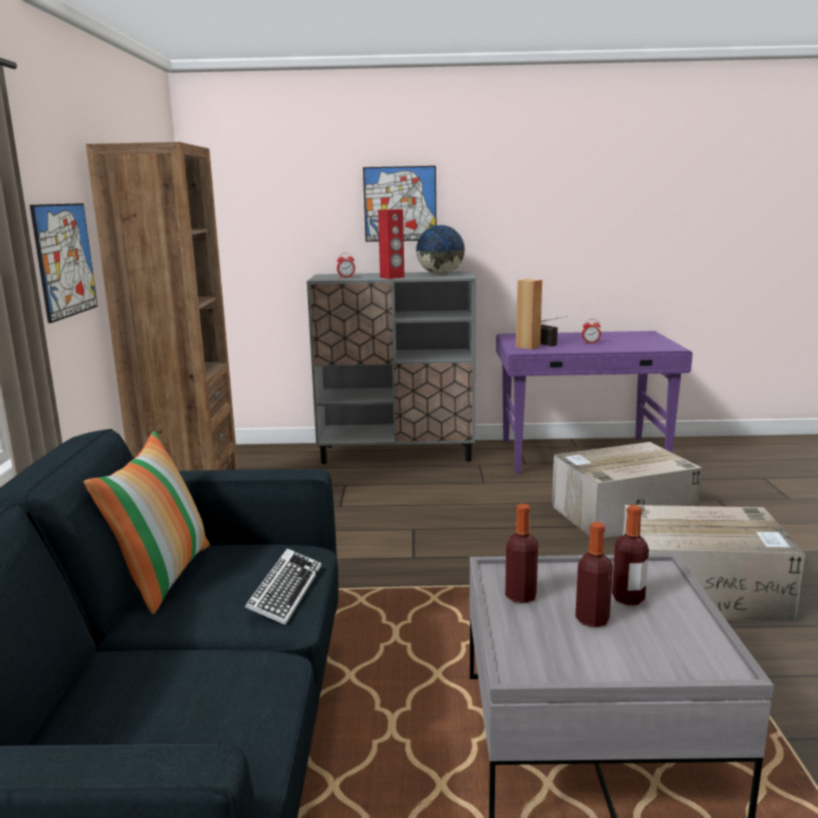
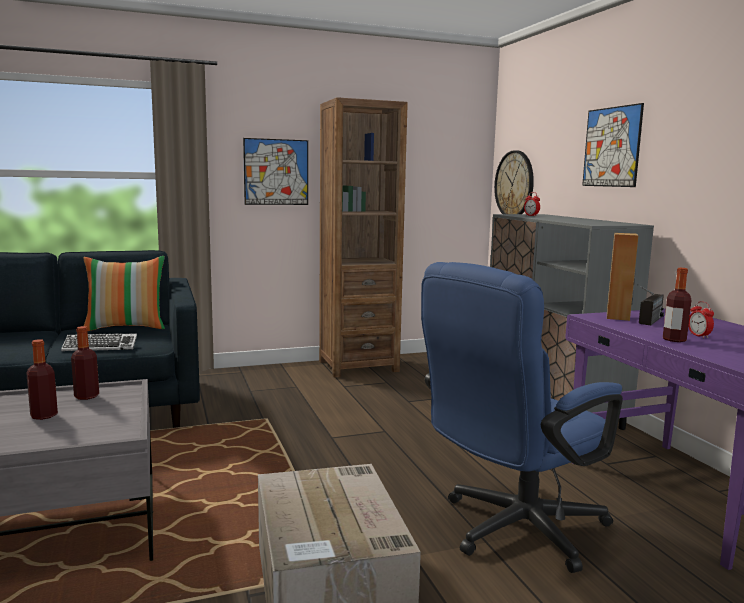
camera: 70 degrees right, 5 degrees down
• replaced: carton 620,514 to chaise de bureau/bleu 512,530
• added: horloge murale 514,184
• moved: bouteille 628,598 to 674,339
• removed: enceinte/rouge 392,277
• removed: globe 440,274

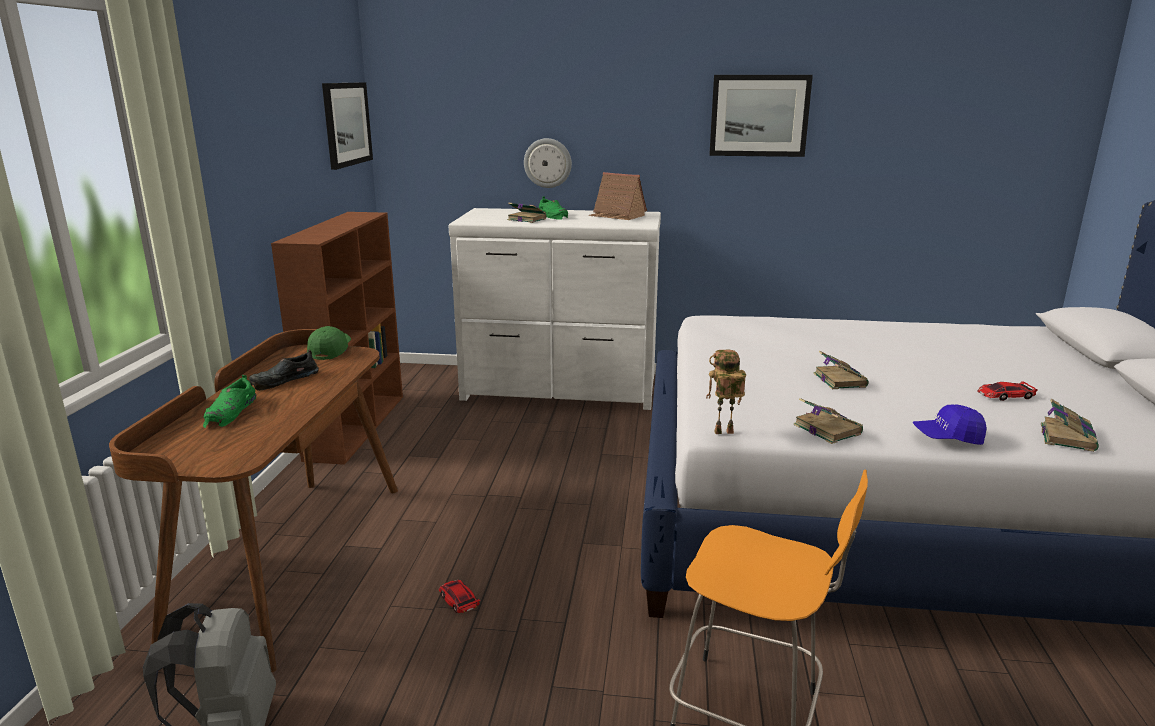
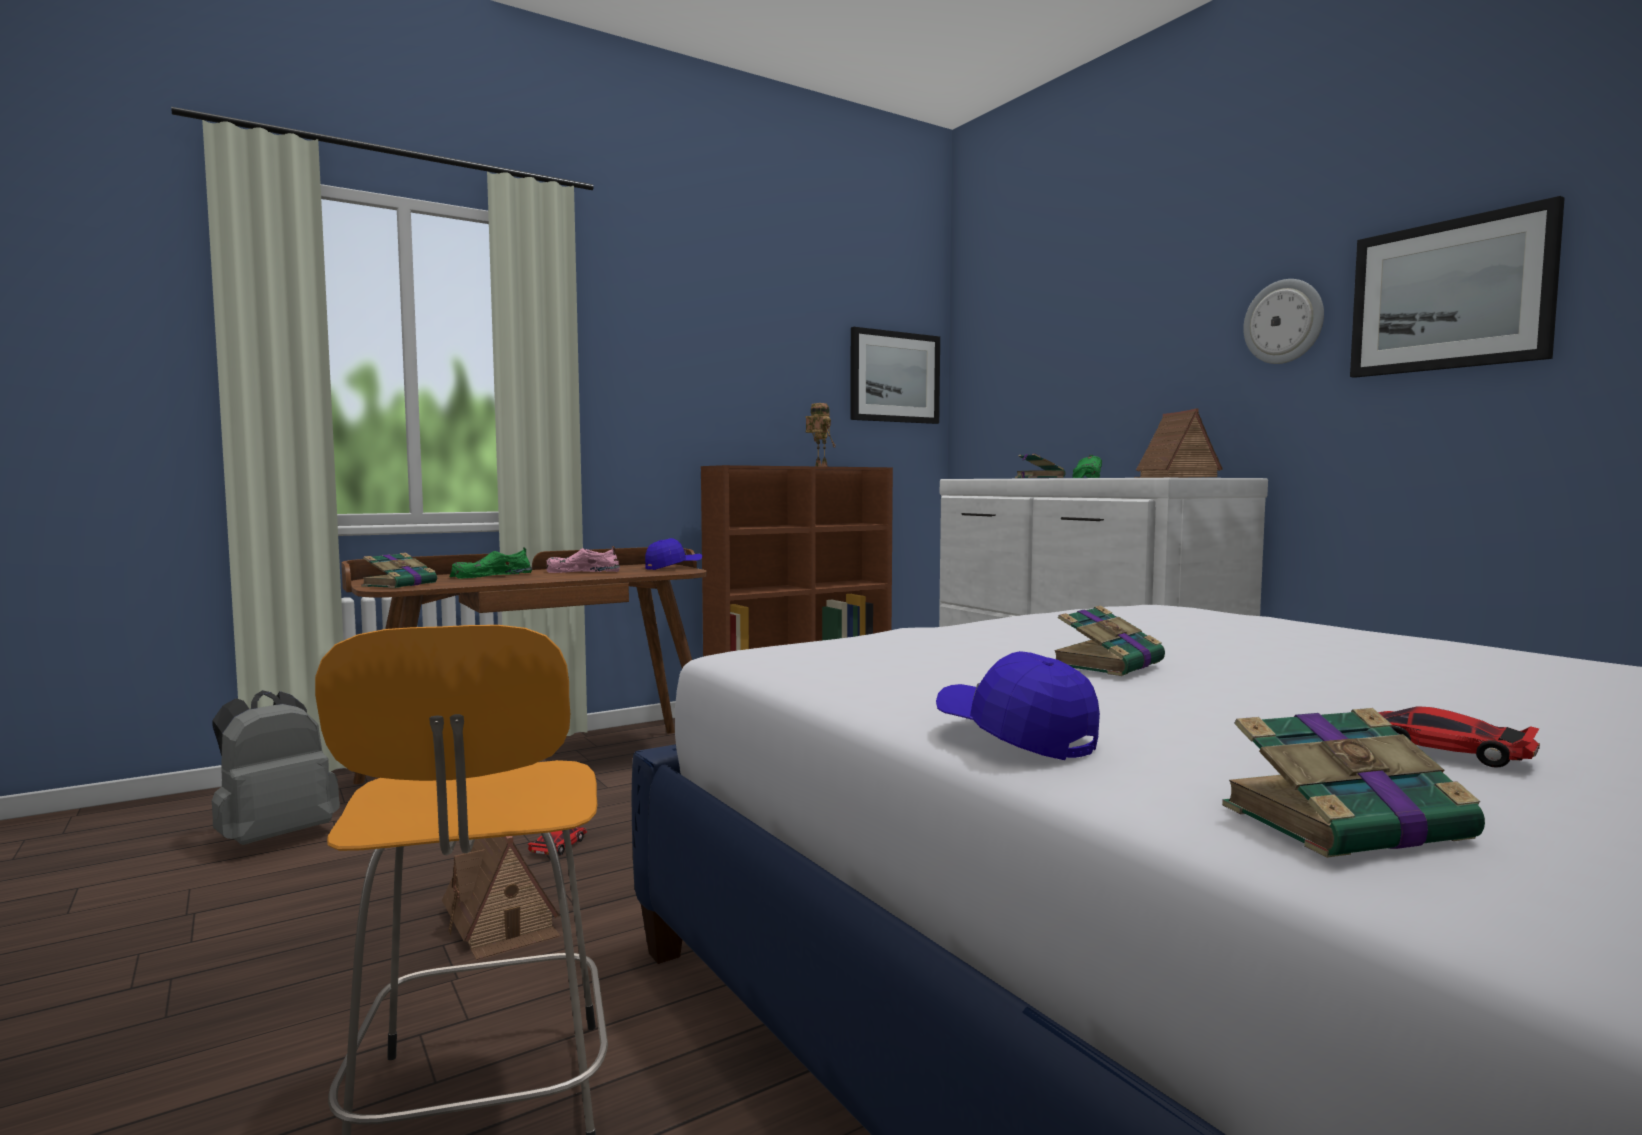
camera: 50 degrees right, 15 degrees down
• moved: livre 826,429 to 401,584
• added: maison miniature 502,922
• recoloured: chaussure/noir 283,380 to chaussure/rose 581,572
• recoloured: casquette/vert 331,351 to casquette/bleu 673,568
• moved: robot jouet 723,433 to 819,466
• moved: horloge murale 547,163 to 1284,322

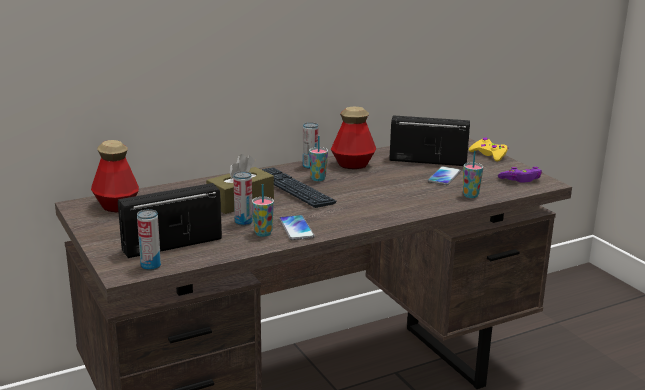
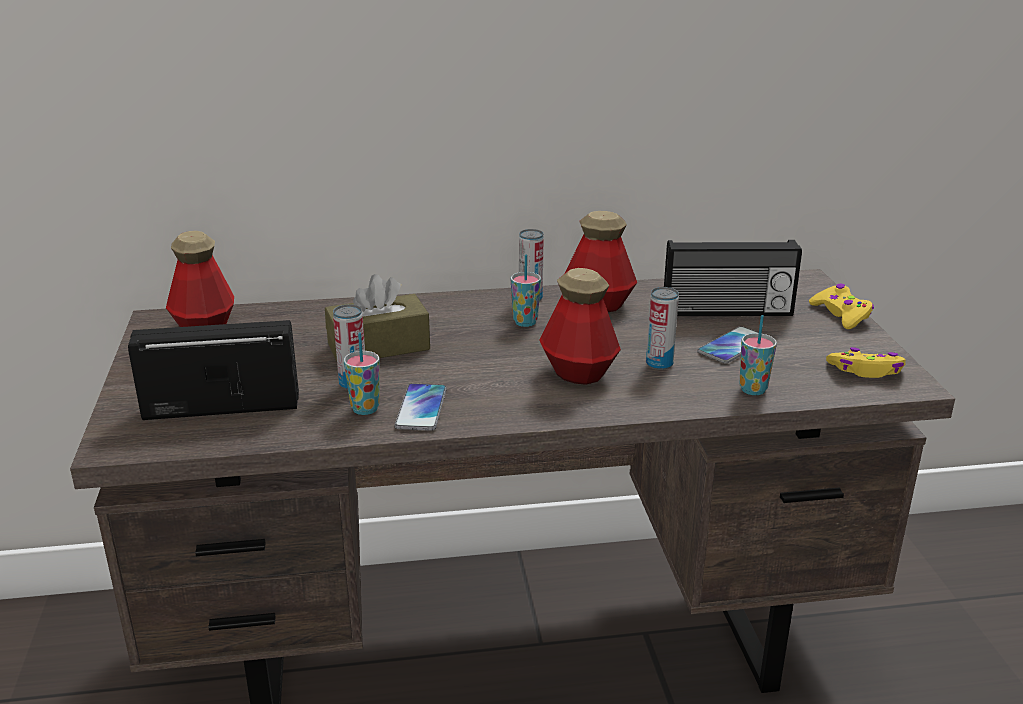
camera: 20 degrees right, 5 degrees up
• added: bouteille 578,372
• moved: boîte métallique 151,266 to 659,364
• turned: radio 428,160 = 727,312 150 degrees clockwise
• recoloured: manette/violet 521,180 to manette/jaune 866,371
• removed: clavier 291,188

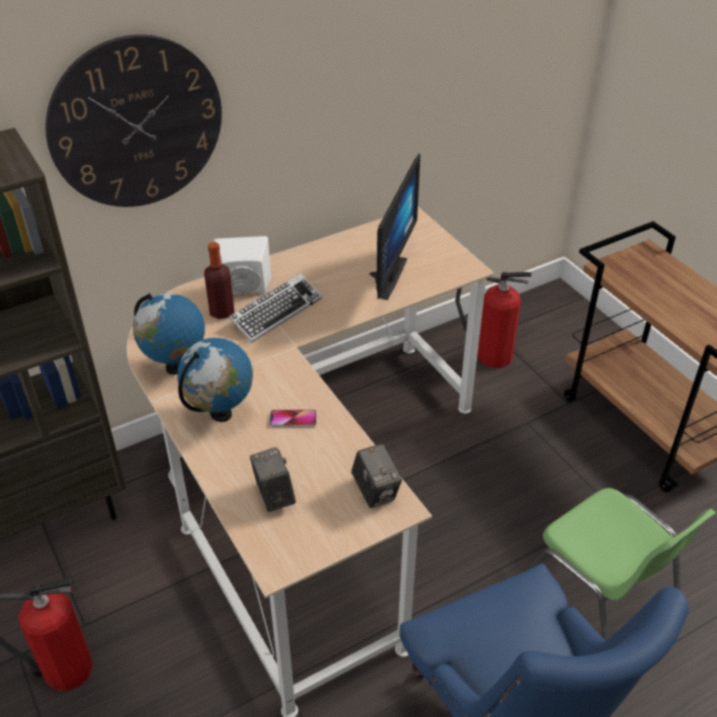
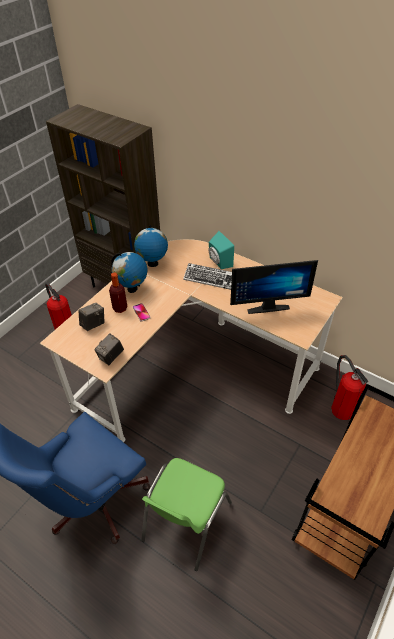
camera: 65 degrees right, 5 degrees up
• moved: bouteille 221,312 to 120,308
• recoloured: enceinte/blanc 245,289 to enceinte/turquoise 218,262
• removed: horloge murale 136,123

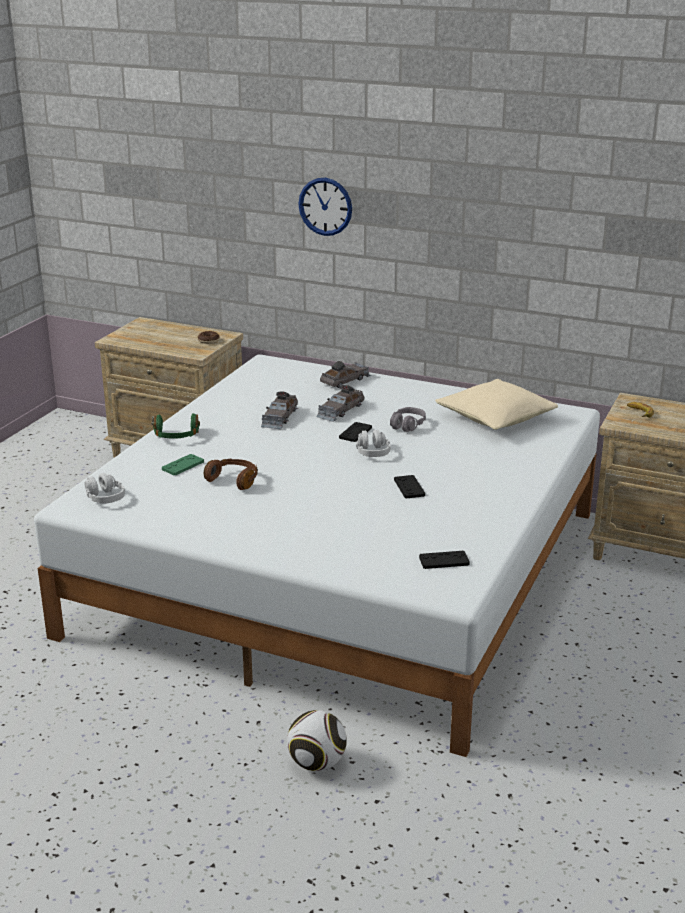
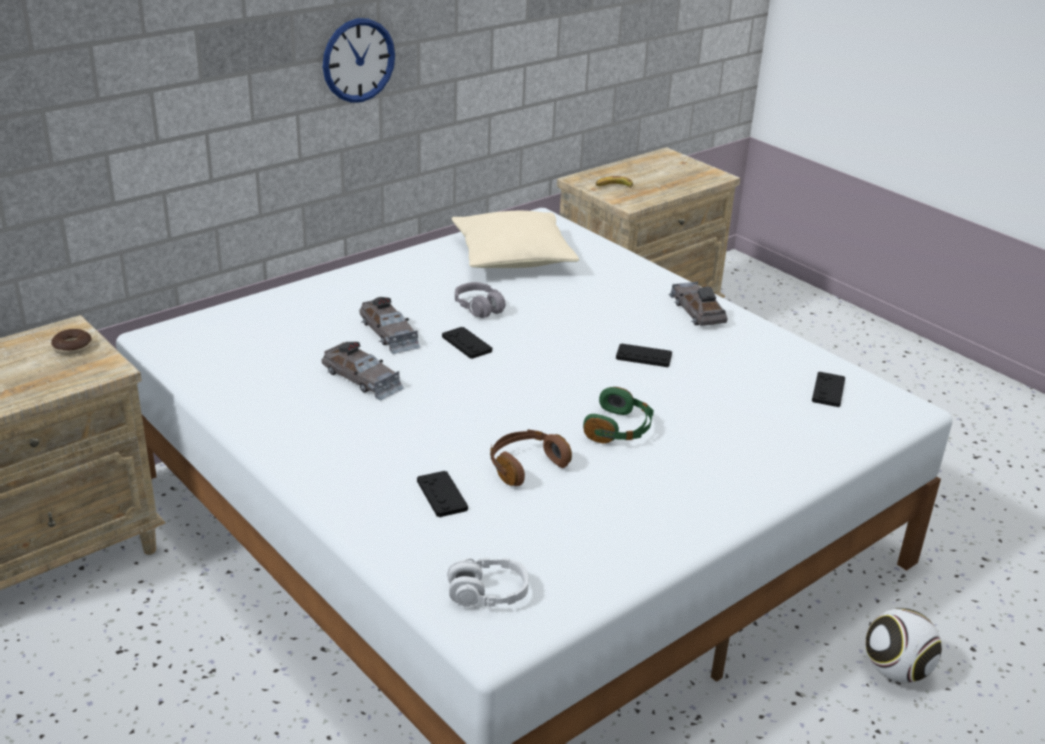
camera: 65 degrees left, 5 degrees up
• moved: horloge murale 325,206 to 358,60
• recoloured: manette/vert 183,465 to manette/noir 442,495
• moved: casque audio/vert 176,436 to 619,429
• moved: petite voiture/gris 346,380 to 696,311
• removed: casque audio/gris 372,452

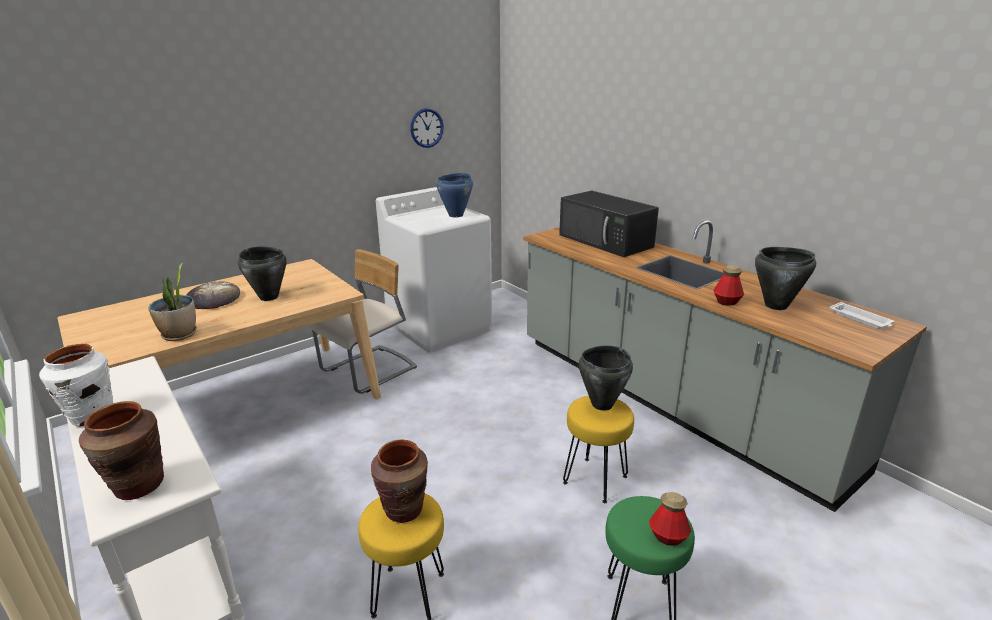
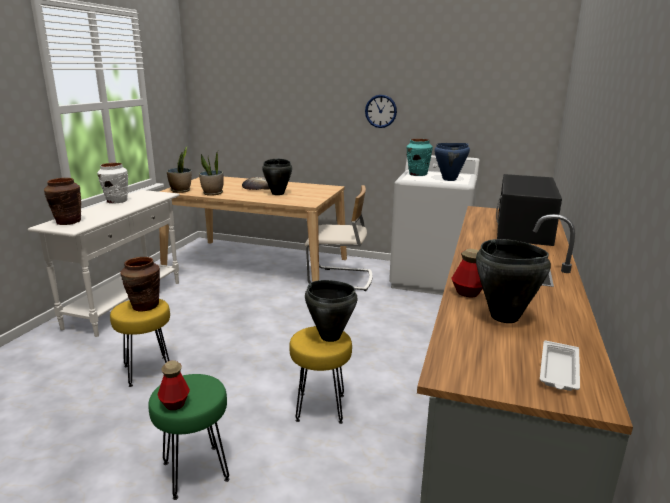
camera: 55 degrees right, 5 degrees down
• added: plante en pot 181,191
• moved: horloge murale 426,128 to 381,111
• added: vase/turquoise 417,174

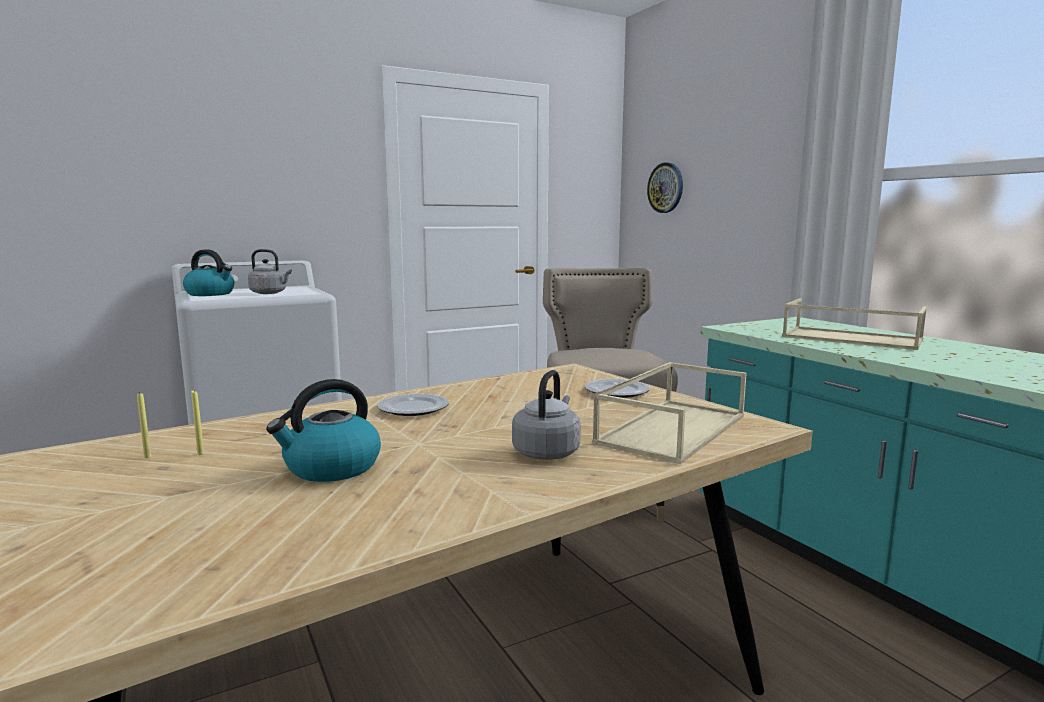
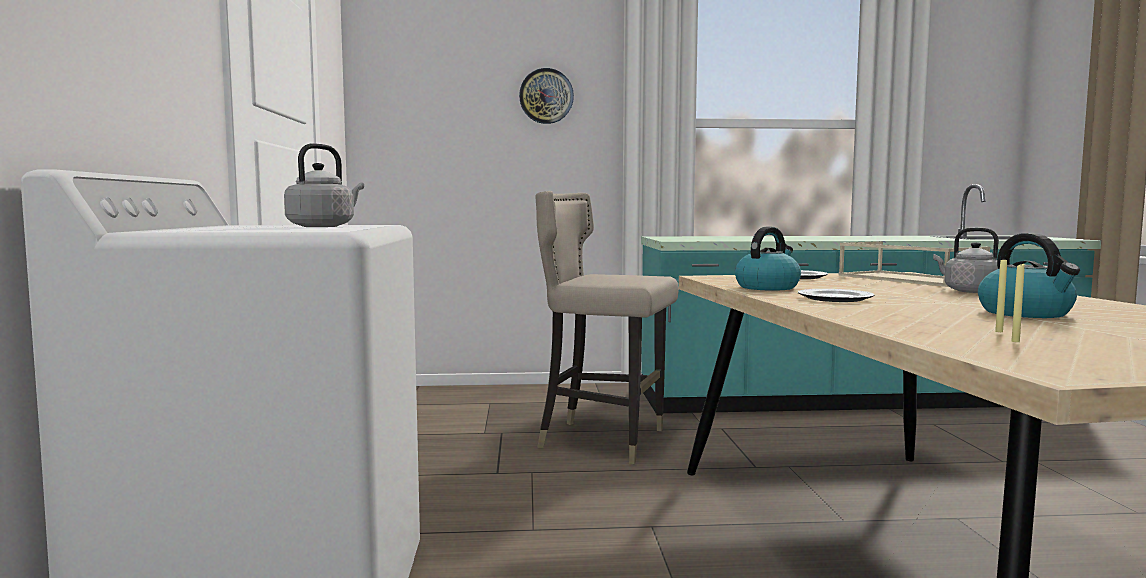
camera: 65 degrees left, 5 degrees down
• moved: horloge murale 666,188 to 546,96
• moved: bouilloire 211,294 to 767,287
• removed: plateau/beige 849,338

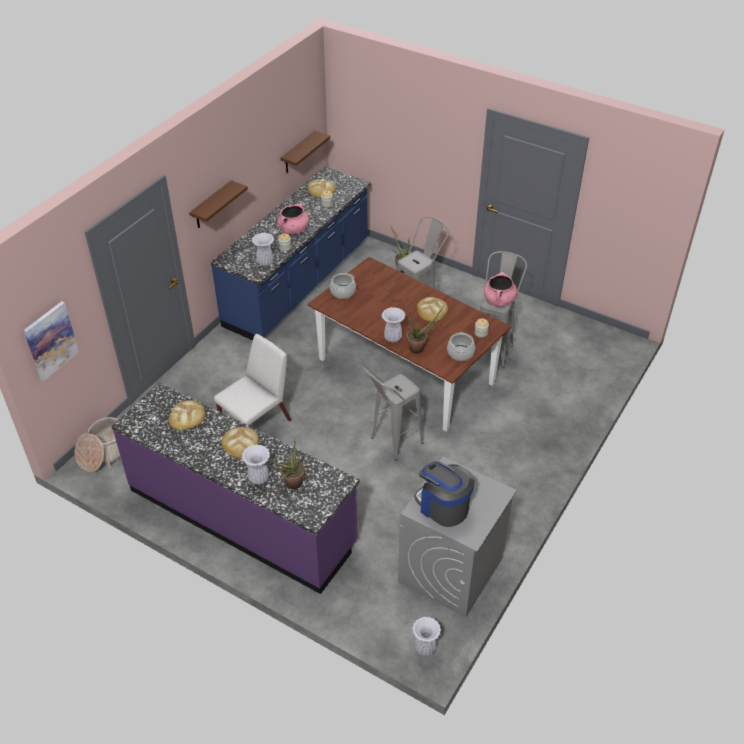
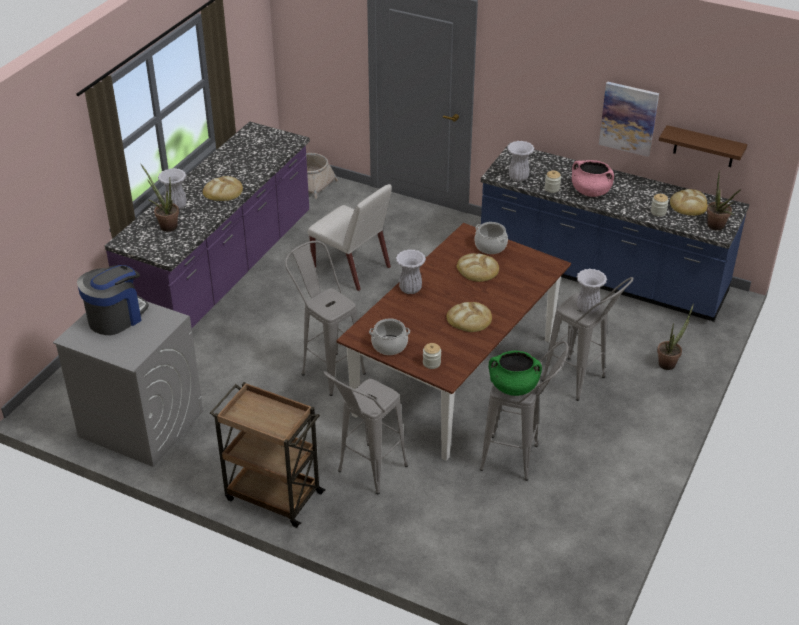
camera: 85 degrees right, 5 degrees down
• added: chariot/marron 272,495
• added: tabouret/gris 366,475
• moved: pain 187,417 to 477,270
• recoloured: marmite/rose 499,301 to marmite/vert 513,387
• moved: vase/blanc 425,648 to 587,309
• moved: tableau 51,340 to 628,118
• moved: plante en pot 419,348 to 717,228
• removed: étagère/marron 211,206

